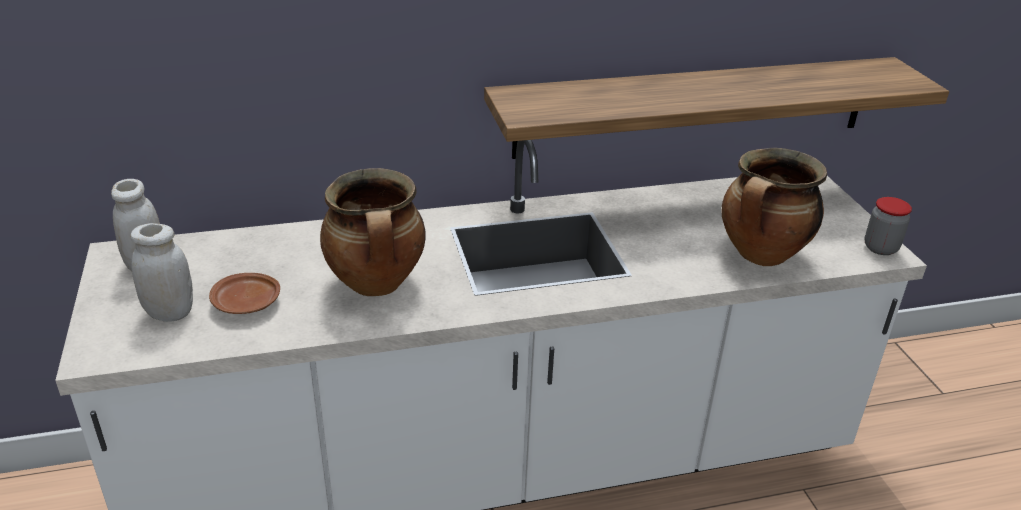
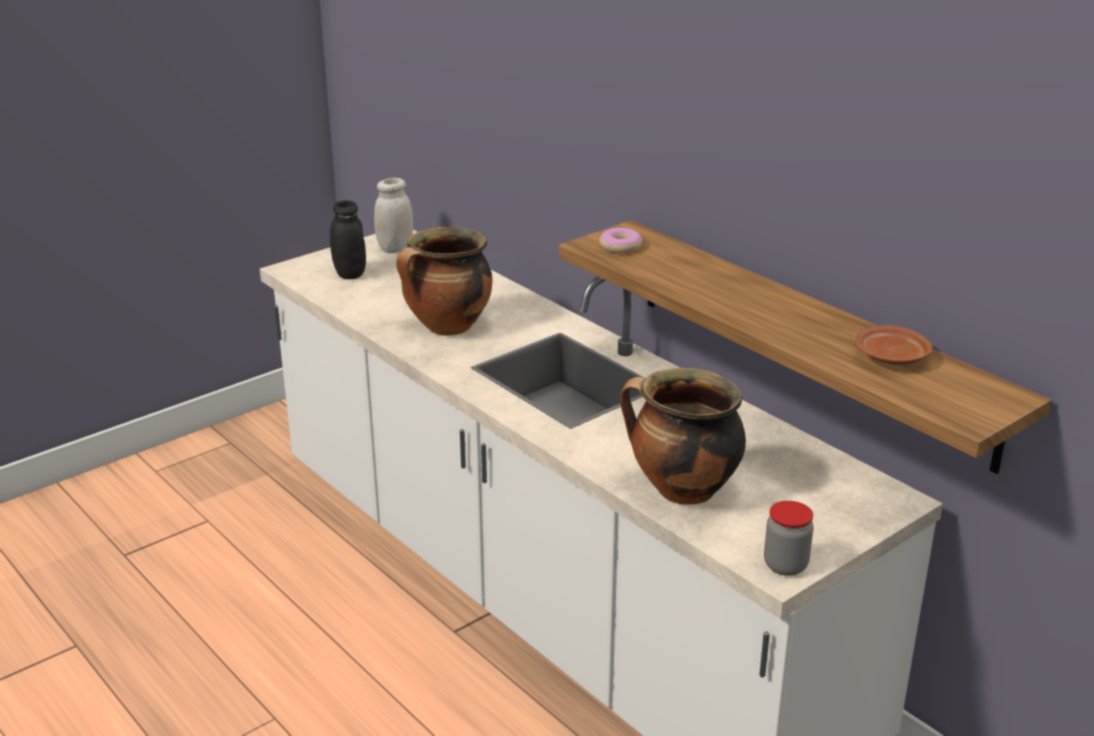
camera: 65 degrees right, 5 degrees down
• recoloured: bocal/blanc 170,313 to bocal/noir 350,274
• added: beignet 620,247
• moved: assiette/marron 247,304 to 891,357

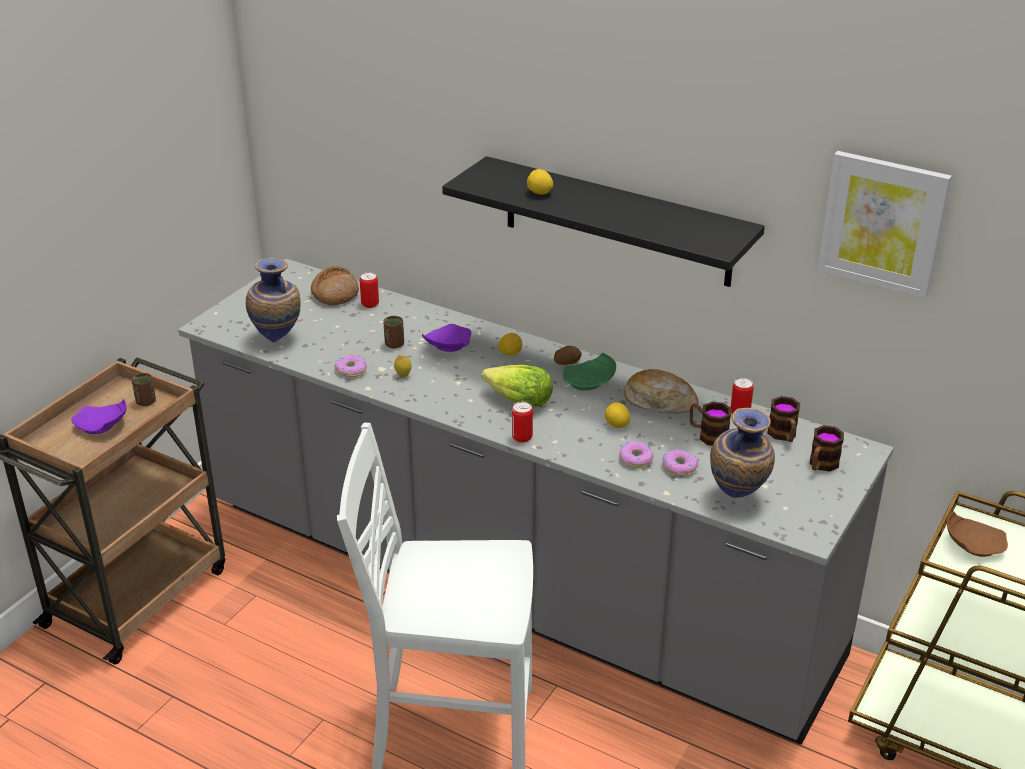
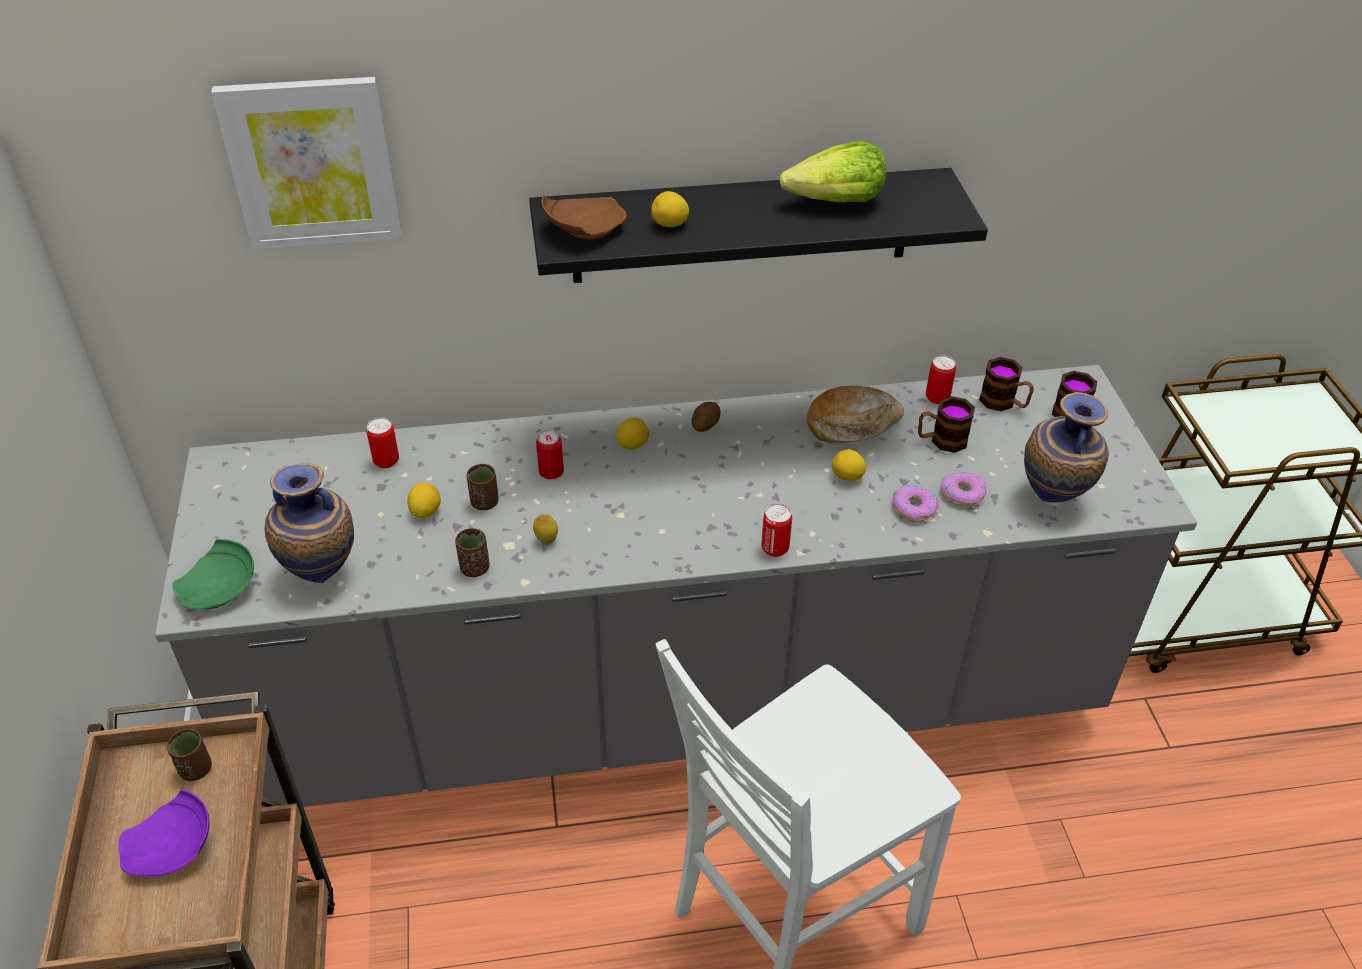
camera: 40 degrees left, 10 degrees up
• moved: assiette/vert 589,382 to 220,589
• moved: tableau 883,223 to 311,163
• added: citron 425,512
• replaced: beignet 351,370 to tasse/marron 475,568
• replaced: assiette/violet 447,346 to boîte métallique 551,472
• moved: assiette/marron 972,545 to 583,229
• moved: laitue 518,401 to 836,202
• removed: pain 335,294

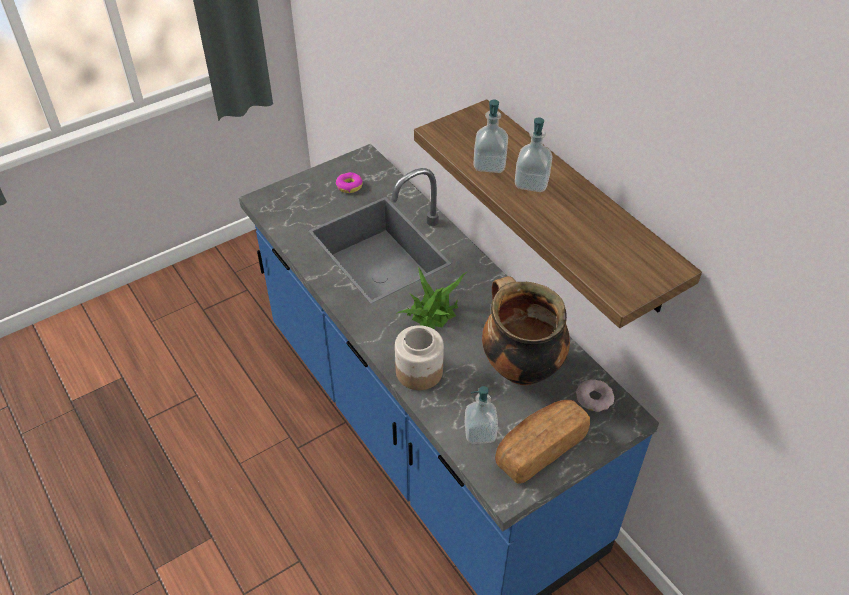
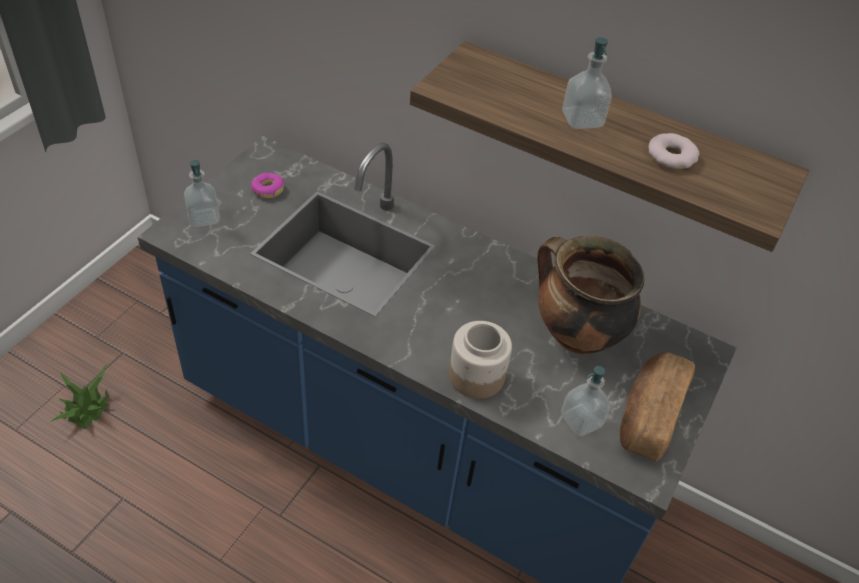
camera: 30 degrees left, 0 degrees up
• moved: plante en pot 433,312 to 87,408
• moved: distributeur de savon 489,164 to 204,218
• moved: beignet 594,398 to 671,156

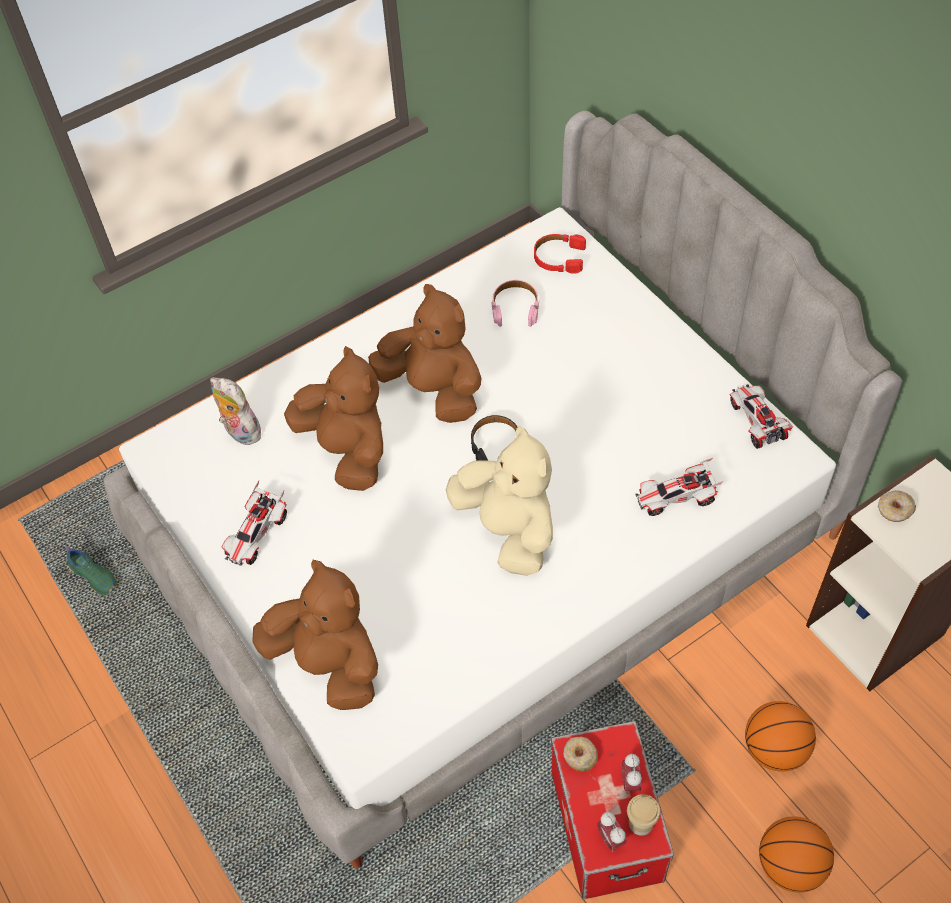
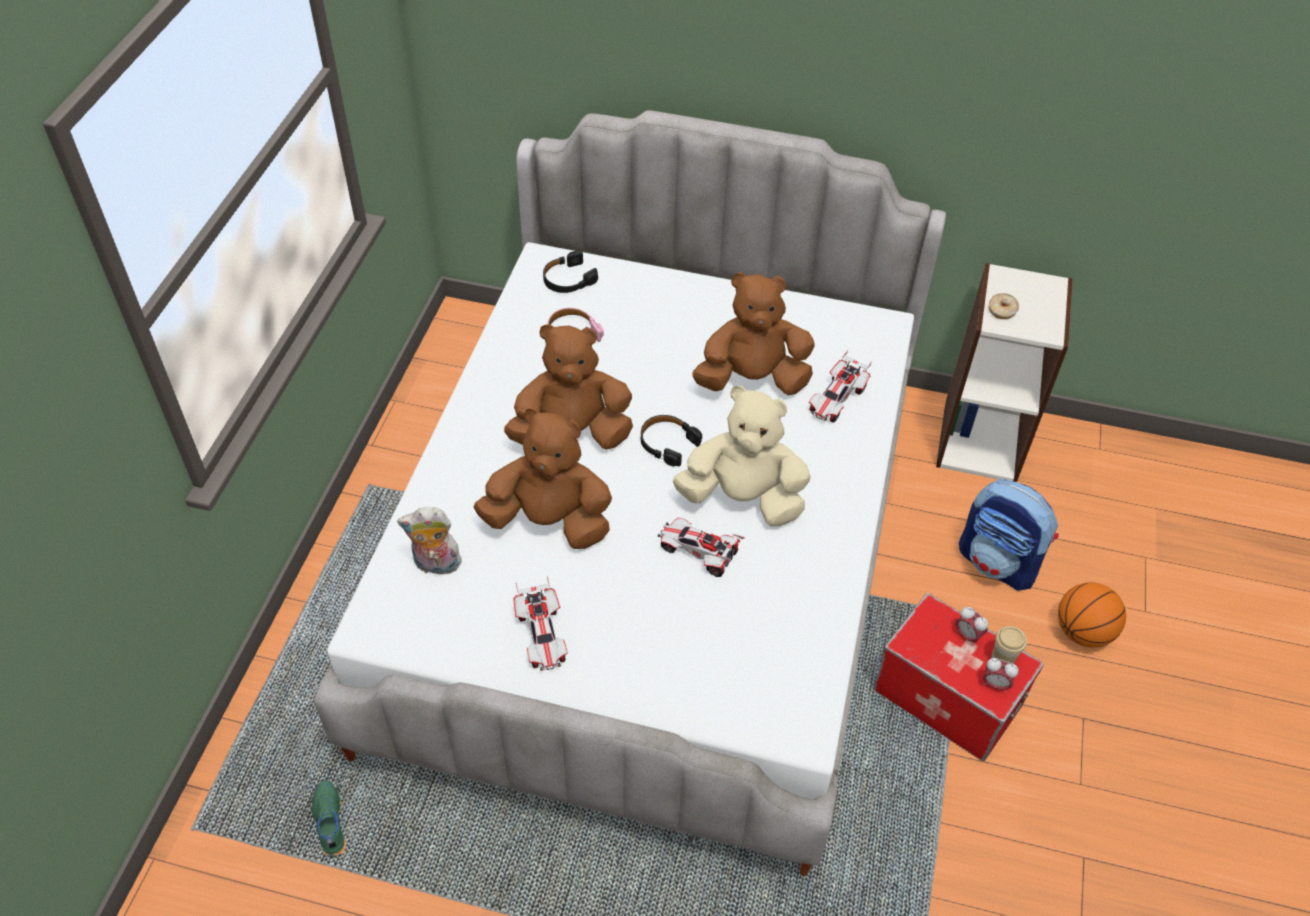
camera: 45 degrees left, 5 degrees down
• turned: chaussure/vert 95,576 = 329,822 105 degrees counterclockwise
• recoloured: casque audio/rouge 559,258 to casque audio/noir 568,279
• moved: petite voiture 756,422 to 698,553
• moved: peluche/marron 329,664 to 752,379
• replaced: ballon de basket 775,749 to sac à dos 998,563
• removed: beignet 579,756

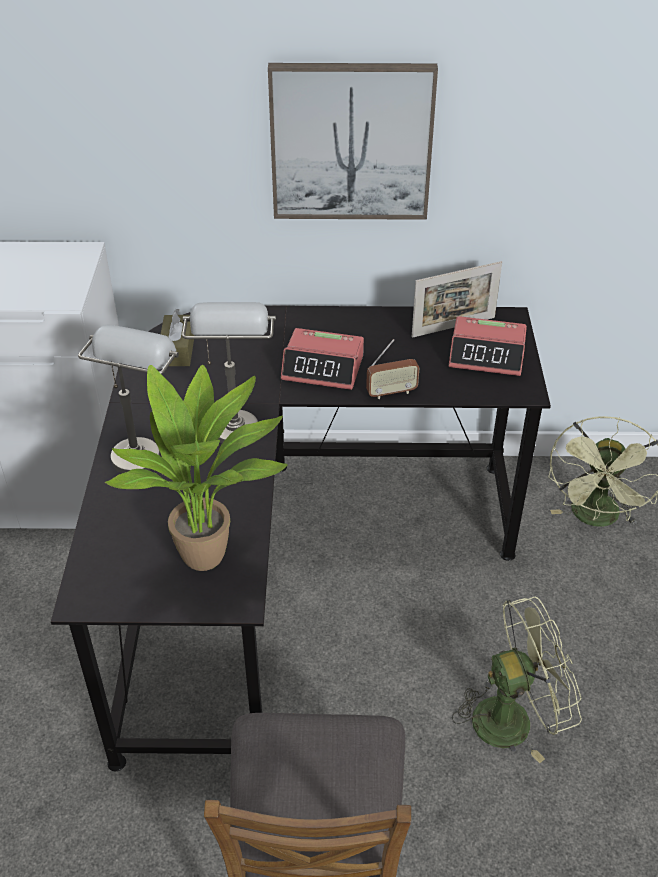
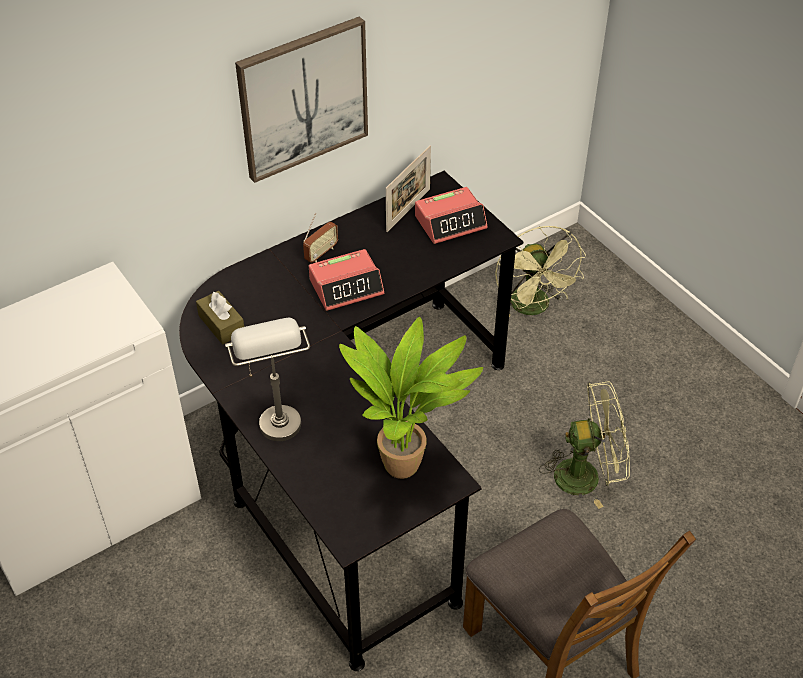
camera: 35 degrees left, 5 degrees up
• moved: radio 391,392 to 321,253
• turned: ventilateur/vert 513,717 = 586,475 45 degrees clockwise
• removed: lampe de table/gris 234,419

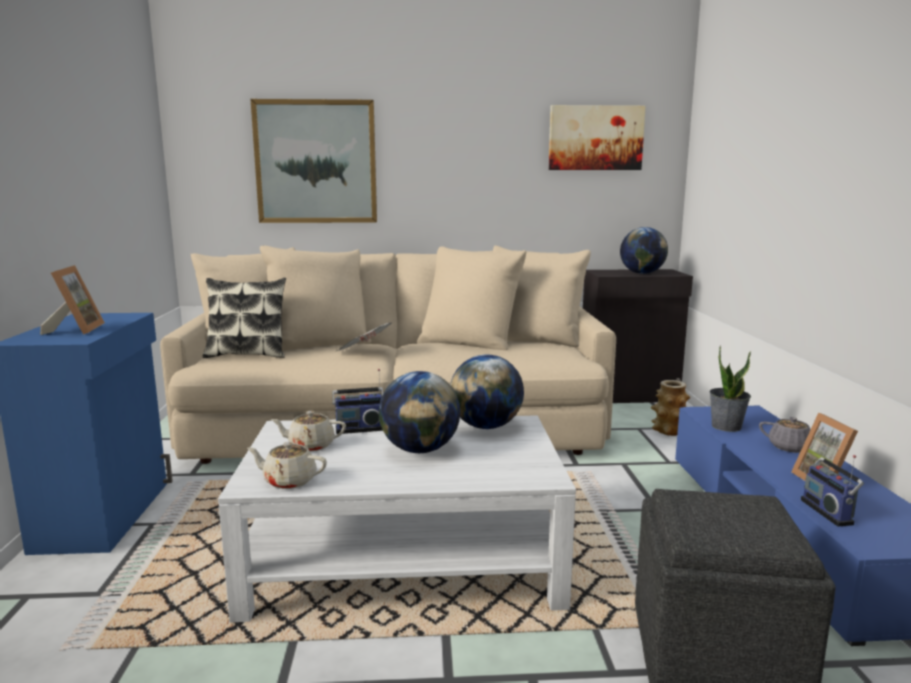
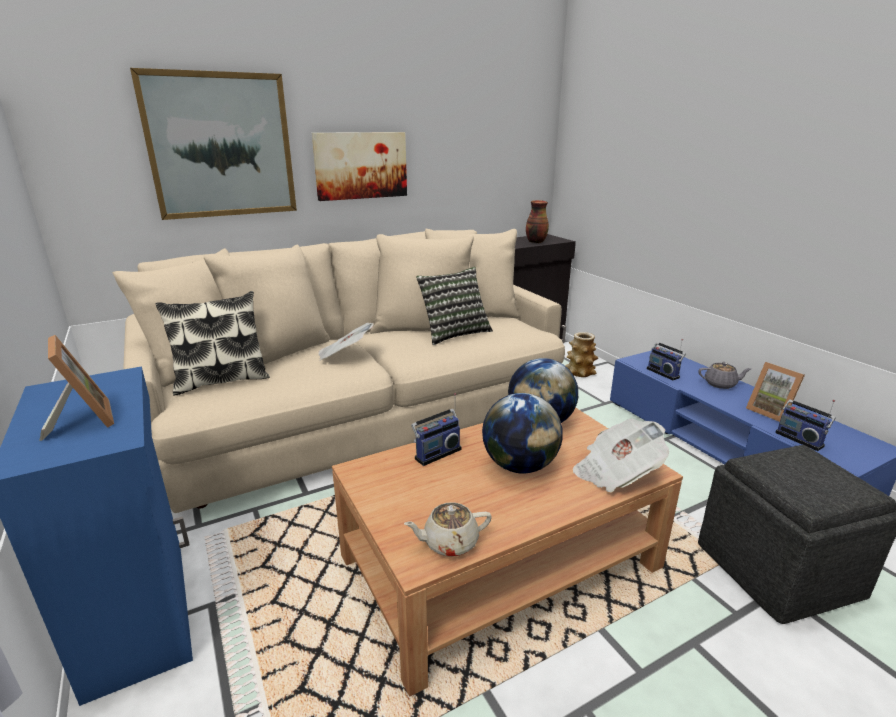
camera: 25 degrees left, 10 degrees up
• moved: tableau 595,138 to 361,165
• recoloured: table basse/blanc 406,559 to table basse/marron 501,561
• added: coussin 454,333
• replaced: globe 642,273 to vase 535,241
• added: journal 616,473
• replaced: plante en pot 726,426 to radio 664,373
• removed: théière/beige 310,445

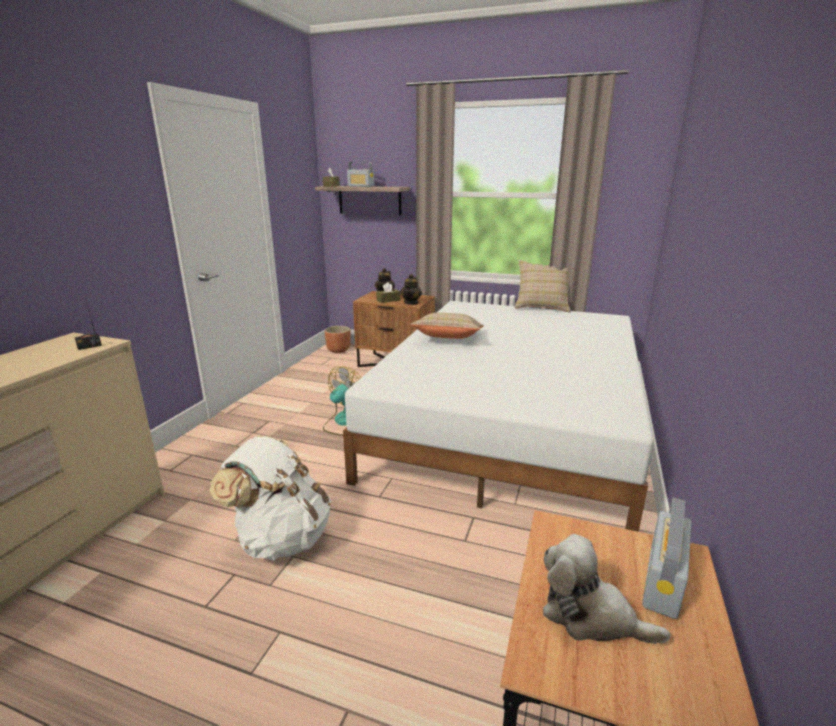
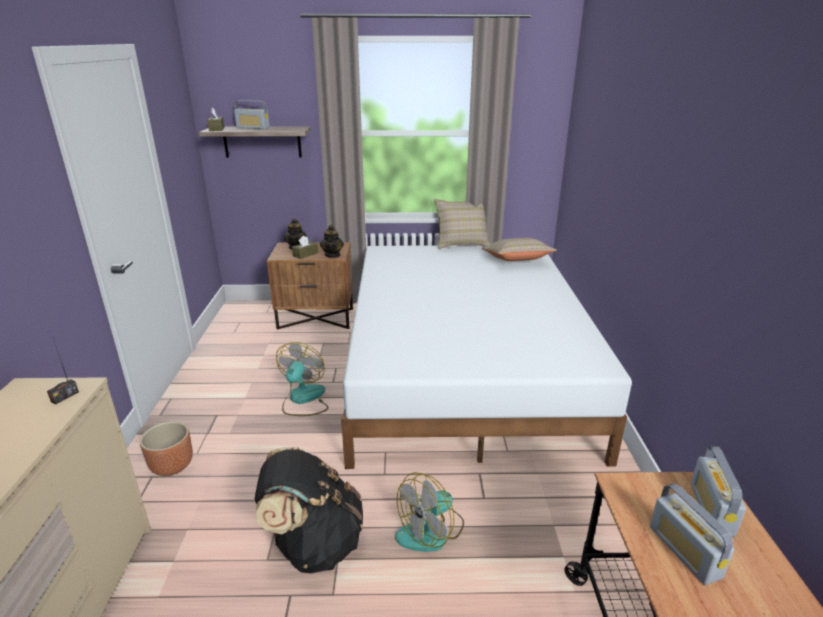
camera: 20 degrees left, 5 degrees up
• moved: cache-pot/marron 339,350 to 172,465
• recoloured: sac à dos/blanc 281,537 to sac à dos/noir 314,543
• added: ventilateur 431,531
• moved: coussin/beige 448,339 to 516,260
• replaced: peluche 590,615 to radio 684,551

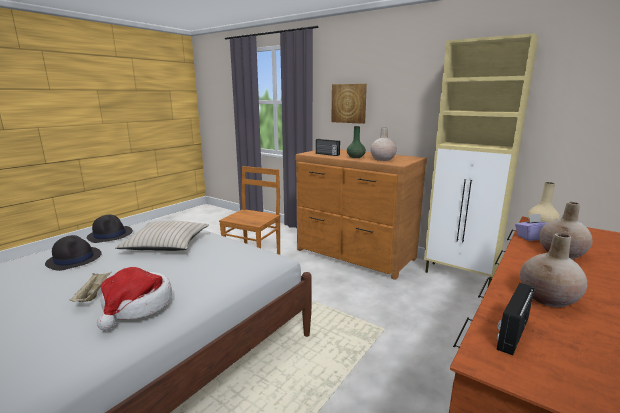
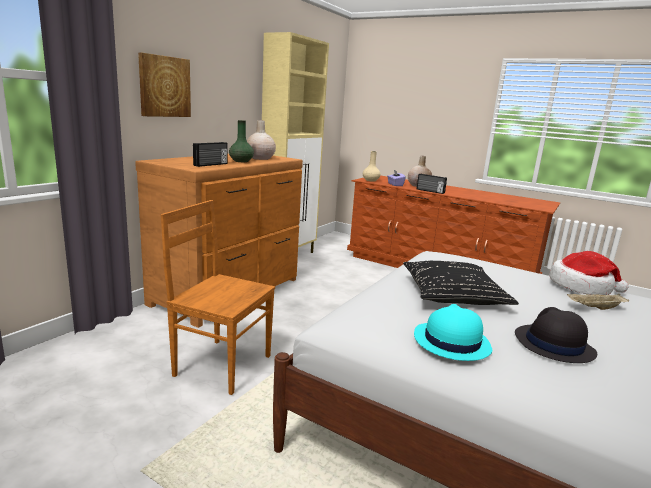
camera: 95 degrees left, 0 degrees up
• recoloured: coussin/beige 166,244 to coussin/noir 453,294
• recoloured: chapeau/noir 110,235 to chapeau/turquoise 451,342
• moved: radio 511,333 to 430,191
• removed: vase/beige 548,298

